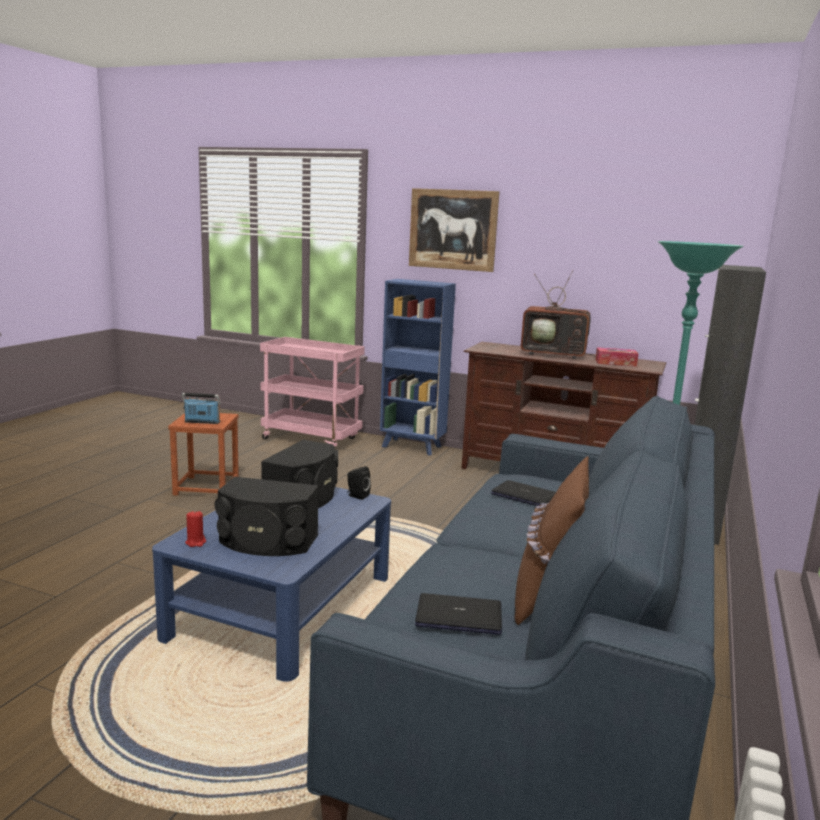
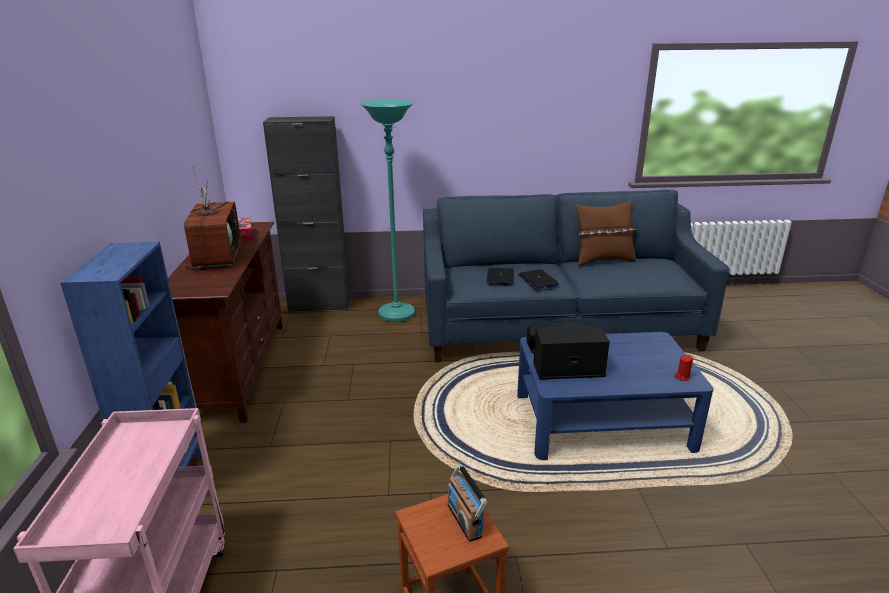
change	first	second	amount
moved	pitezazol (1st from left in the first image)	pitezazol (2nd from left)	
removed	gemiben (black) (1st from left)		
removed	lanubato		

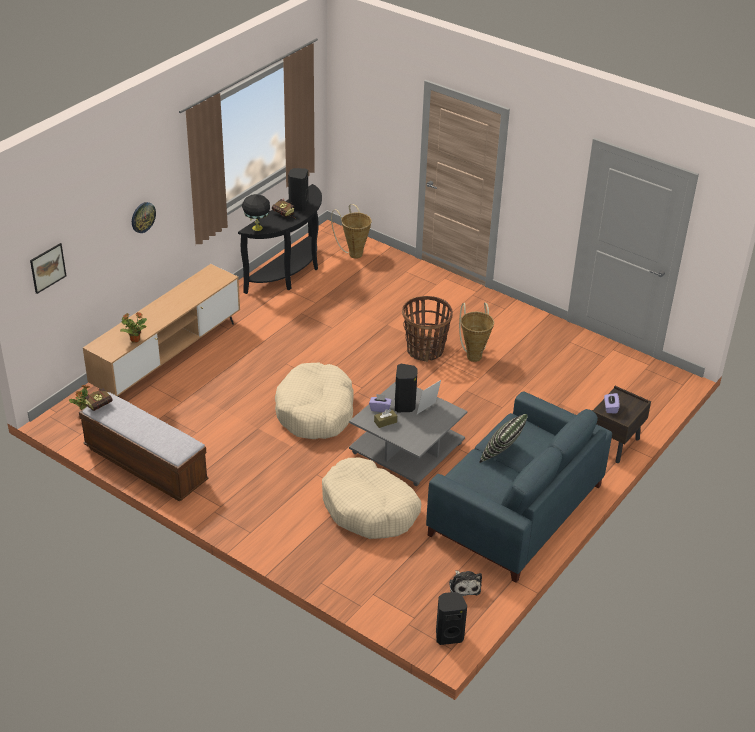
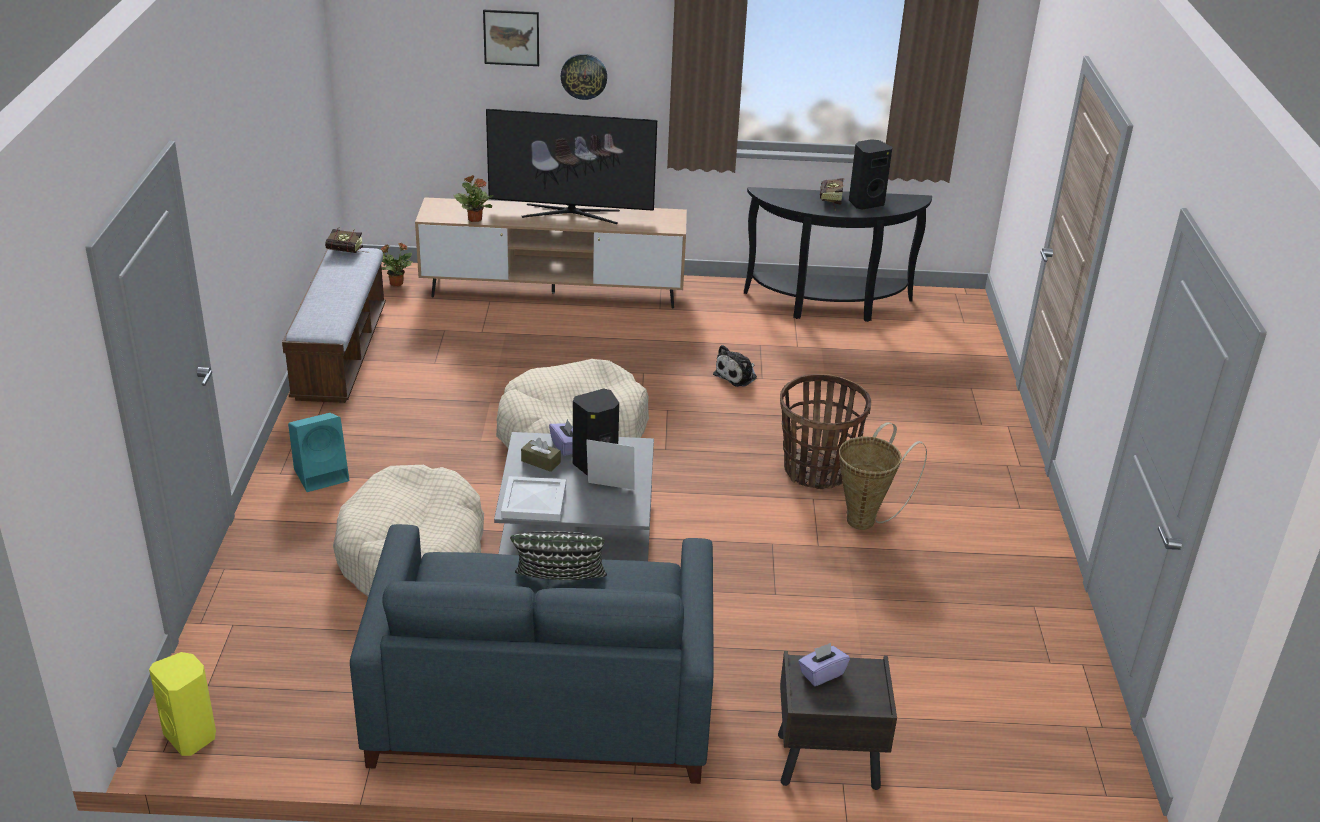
change	first	second	amount
recoloured	gemiben (black) (3rd from left)	gemiben (yellow)	
added		gemiben (turquoise)	
moved	lanubato		
added		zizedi	
added		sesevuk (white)	
moved	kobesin		
removed	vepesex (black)		
removed	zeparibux (1st from left)		

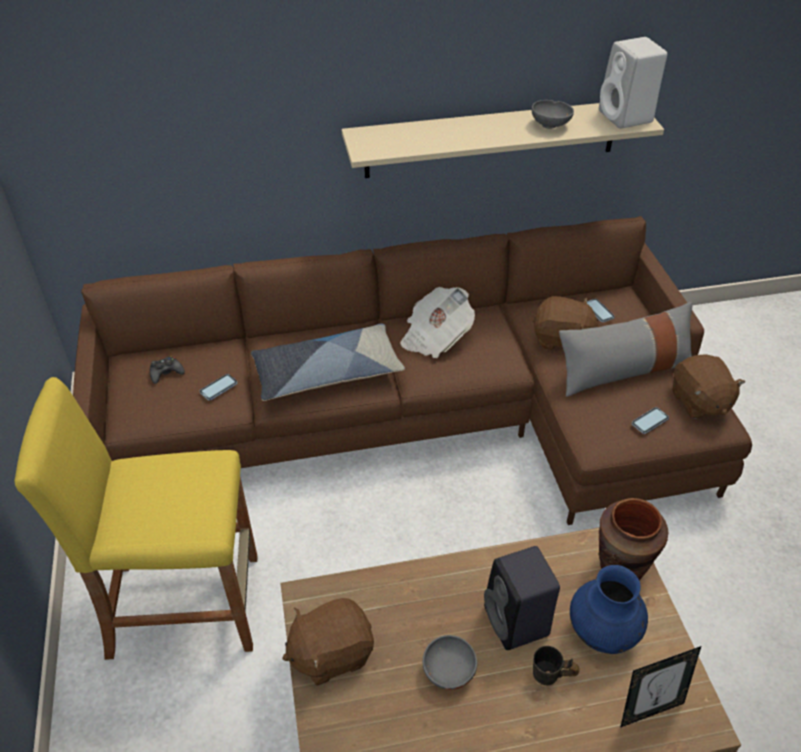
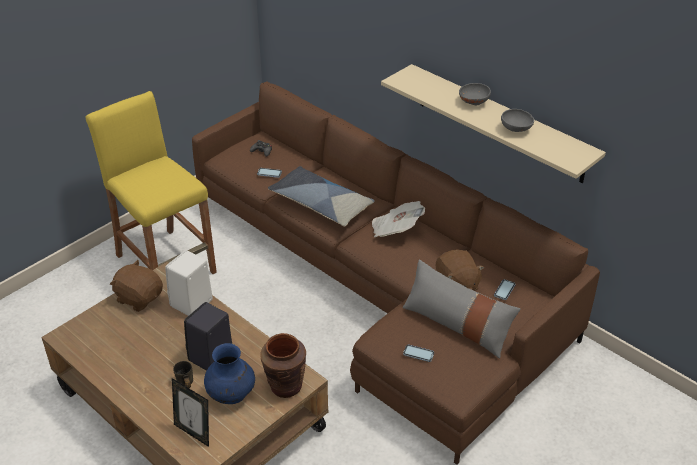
change	first	second	amount
moved	gemiben (white)		
moved	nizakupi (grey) (1st from left)		
removed	kobesin (brown) (3rd from left)		

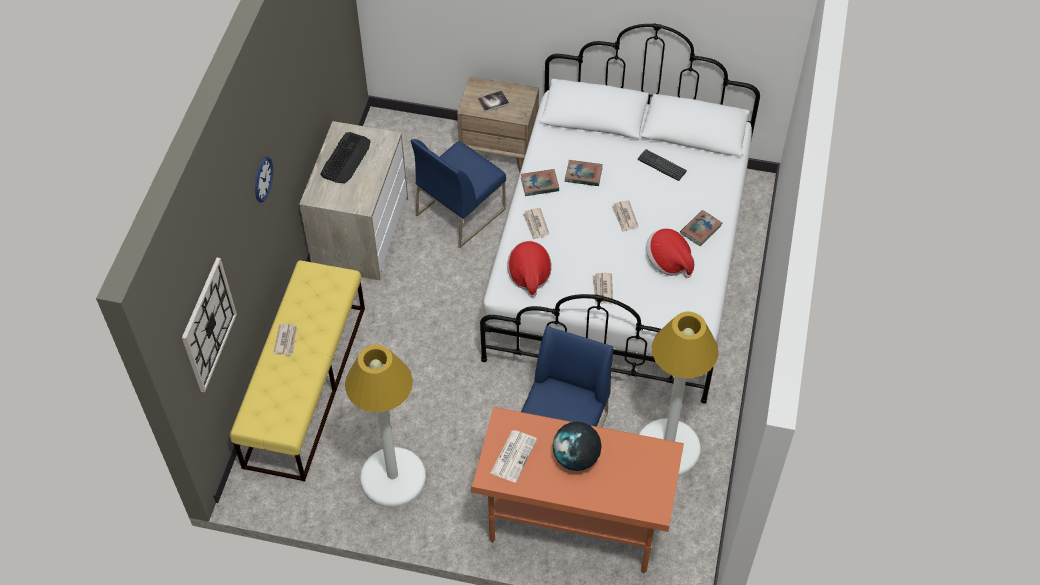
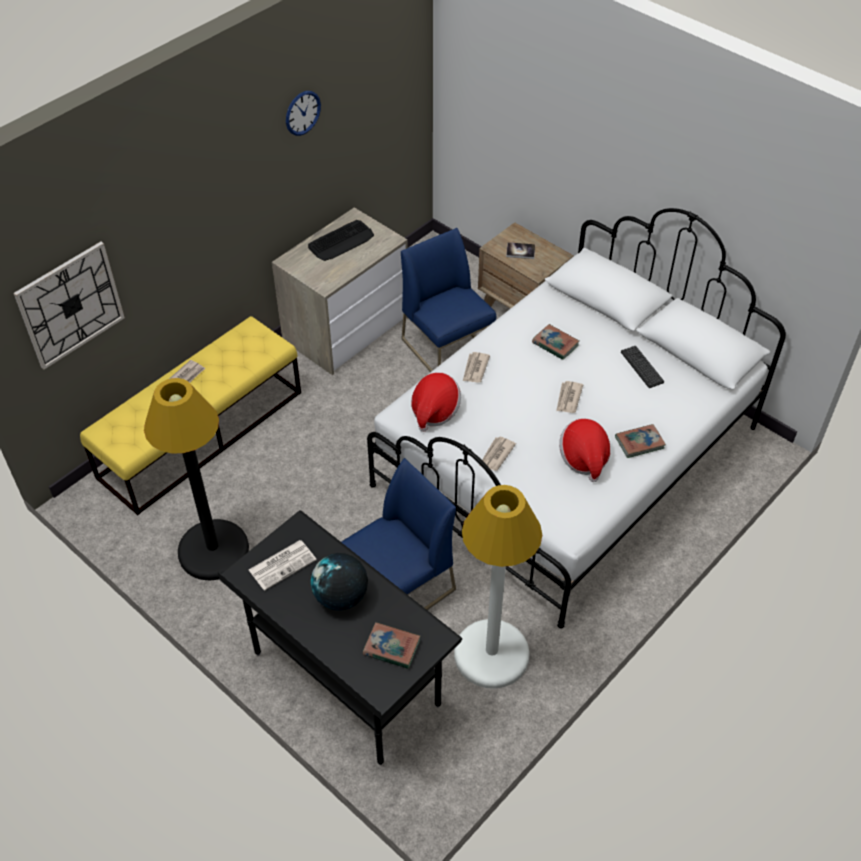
change	first	second	amount
recoloured	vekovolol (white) (1st from left)	vekovolol (black)	
recoloured	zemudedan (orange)	zemudedan (black)	
moved	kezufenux (2nd from left)		
moved	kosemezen (2nd from left in the first image)	kosemezen (1st from left)	
turned	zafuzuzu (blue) (1st from left in the first image)	zafuzuzu (blue) (2nd from left)	75 degrees clockwise

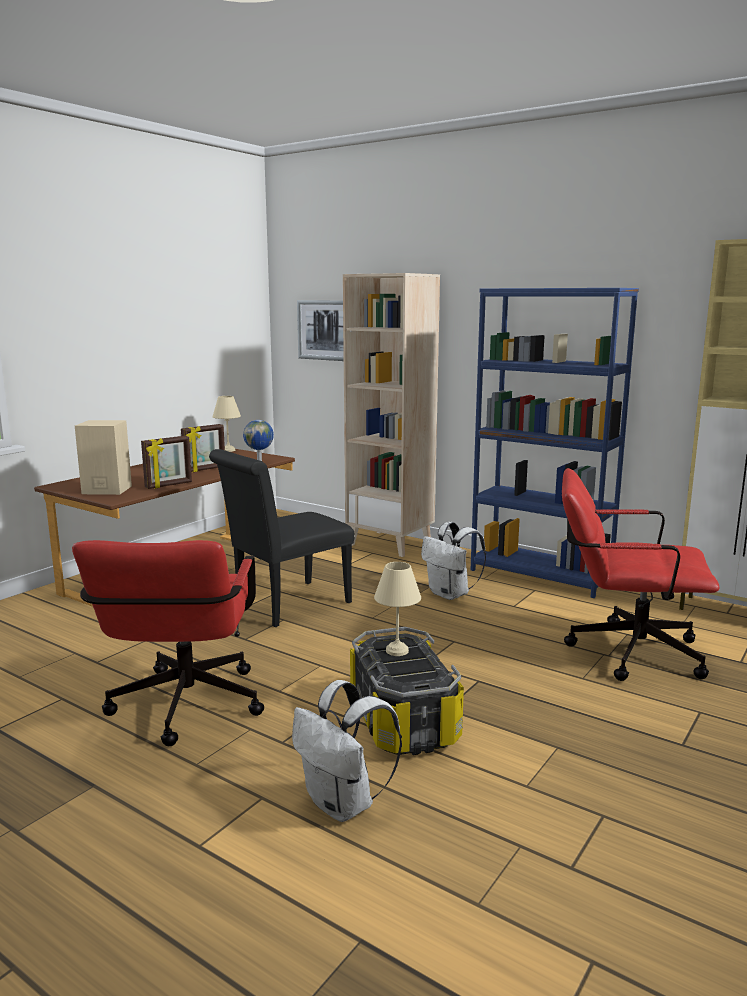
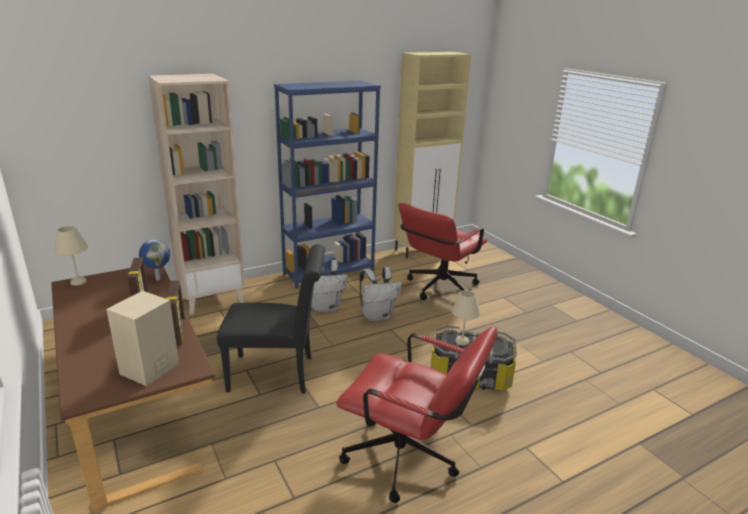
change	first	second	amount
turned	zafuzuzu (black)		75 degrees counterclockwise
moved	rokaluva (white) (1st from left in the first image)	rokaluva (white) (2nd from left)	
removed	lanubato		

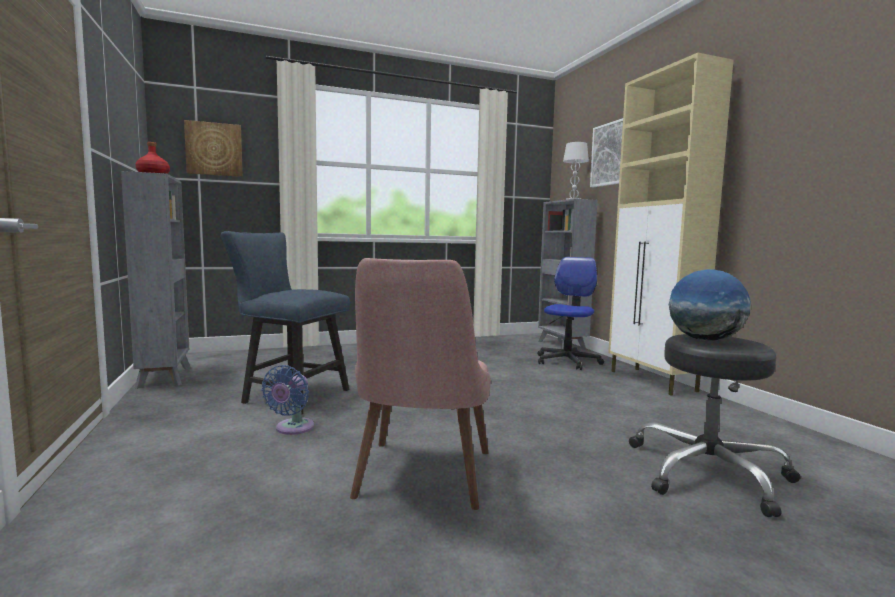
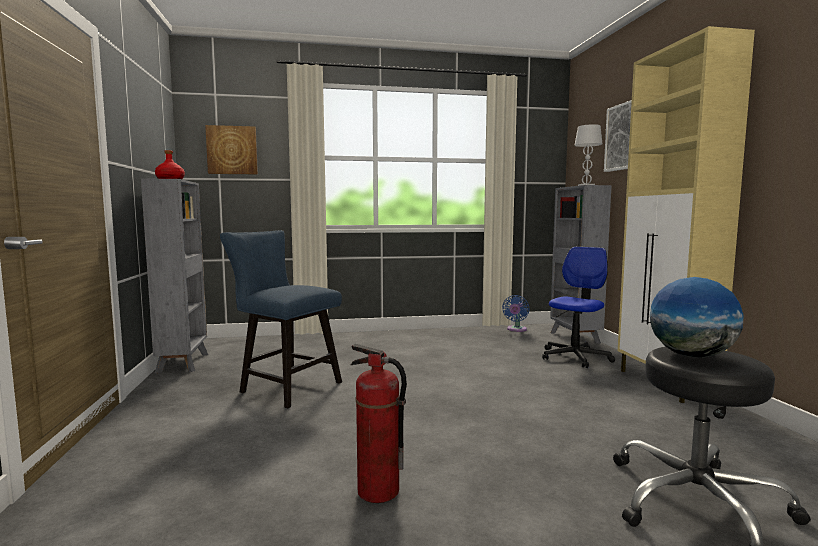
change	first	second	amount
replaced	zafuzuzu (pink)	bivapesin	
moved	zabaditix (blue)		

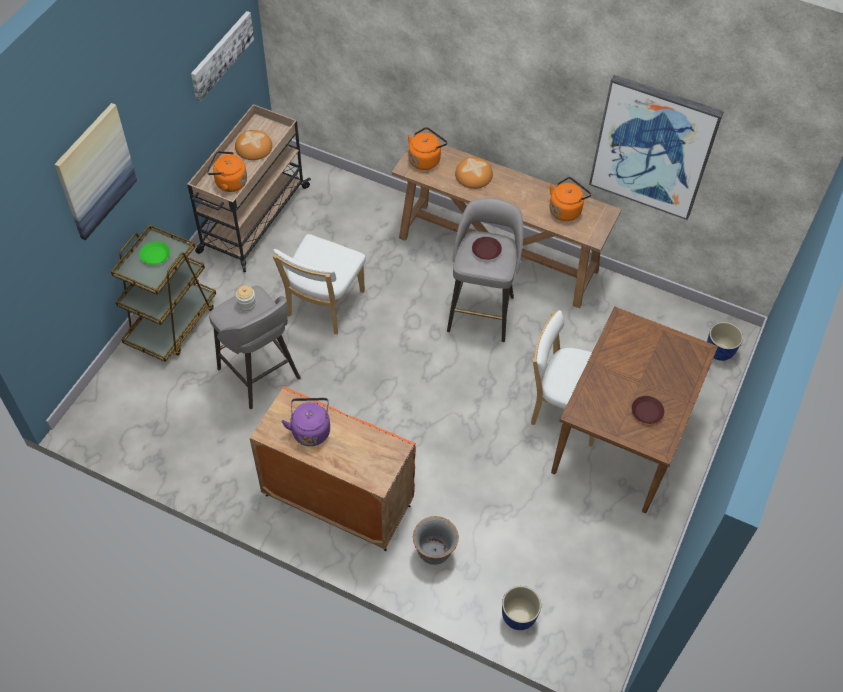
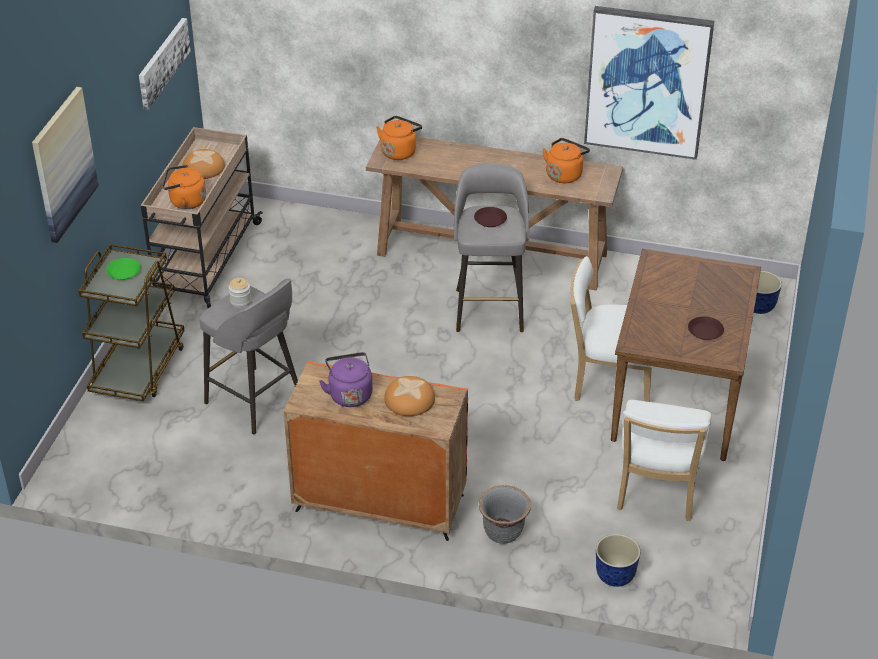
change	first	second	amount
moved	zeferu (2nd from left)		
moved	zafuzuzu (white) (1st from left in the first image)	zafuzuzu (white) (2nd from left)	

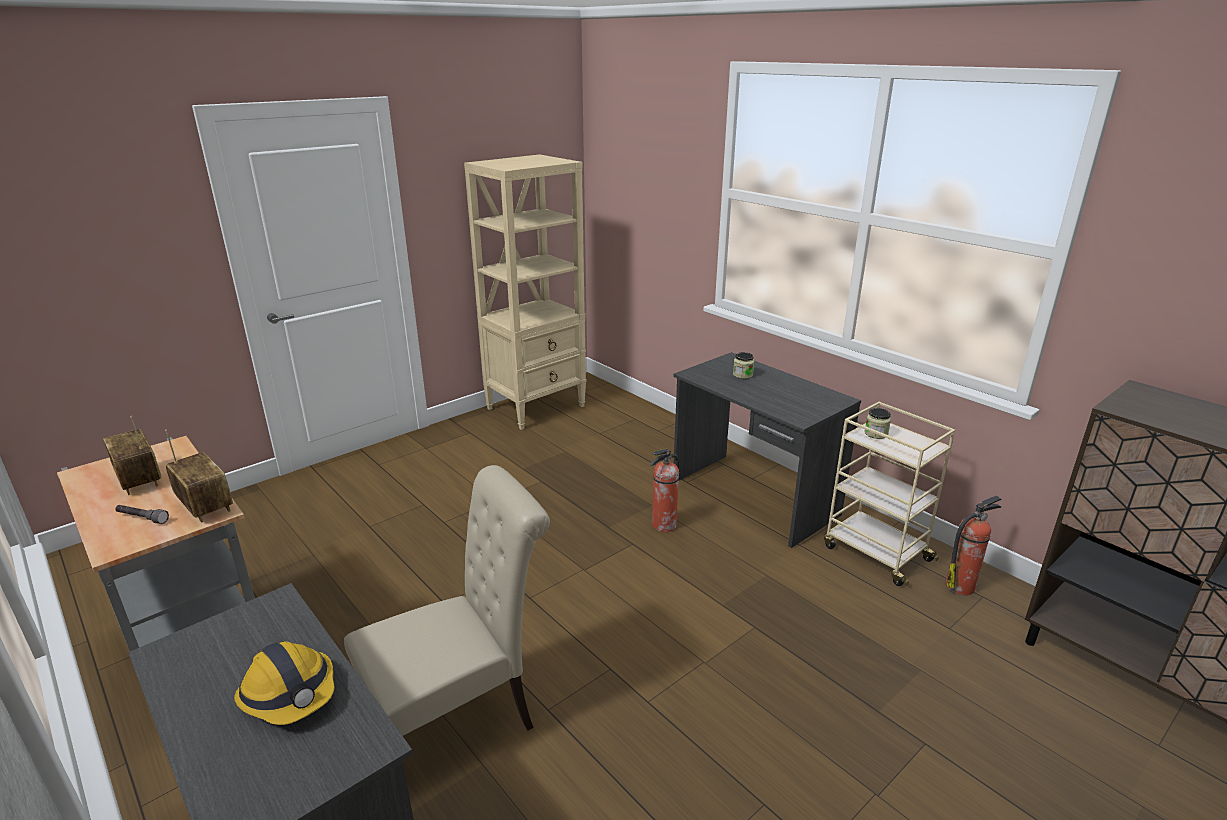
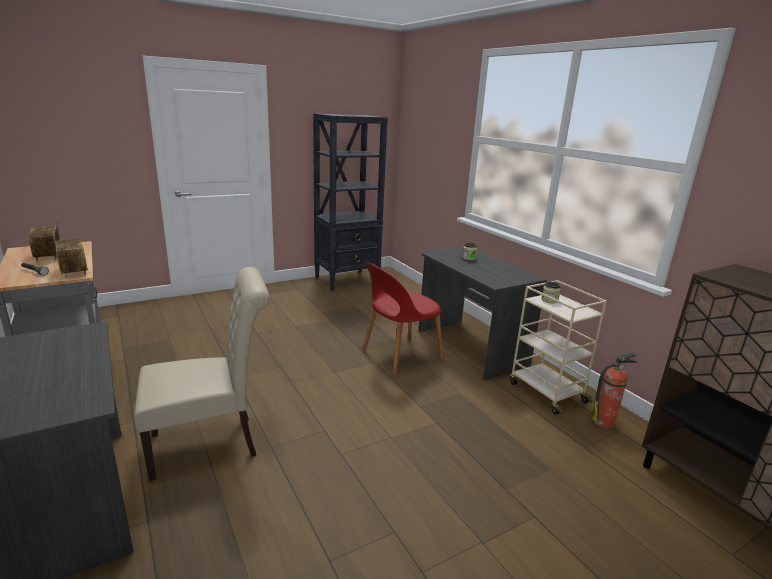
change	first	second	amount
recoloured	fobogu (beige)	fobogu (black)	
replaced	bivapesin (1st from left)	zafuzuzu (red)	
removed	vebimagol		

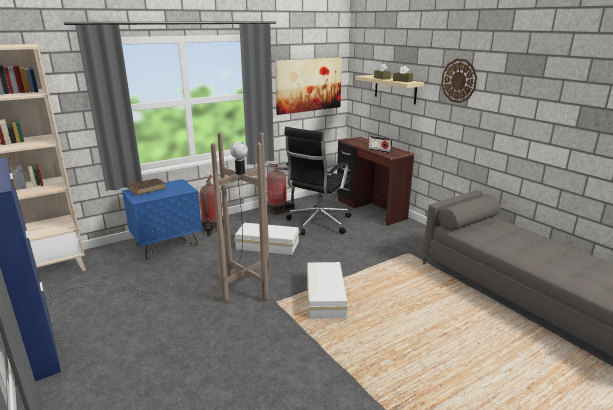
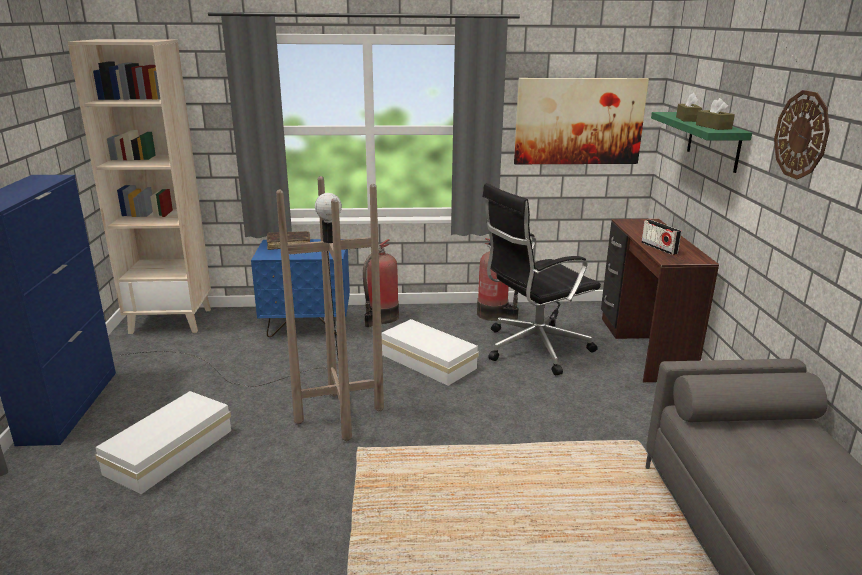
change	first	second	amount
moved	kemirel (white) (2nd from left in the first image)	kemirel (white) (1st from left)	
recoloured	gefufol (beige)	gefufol (green)	

